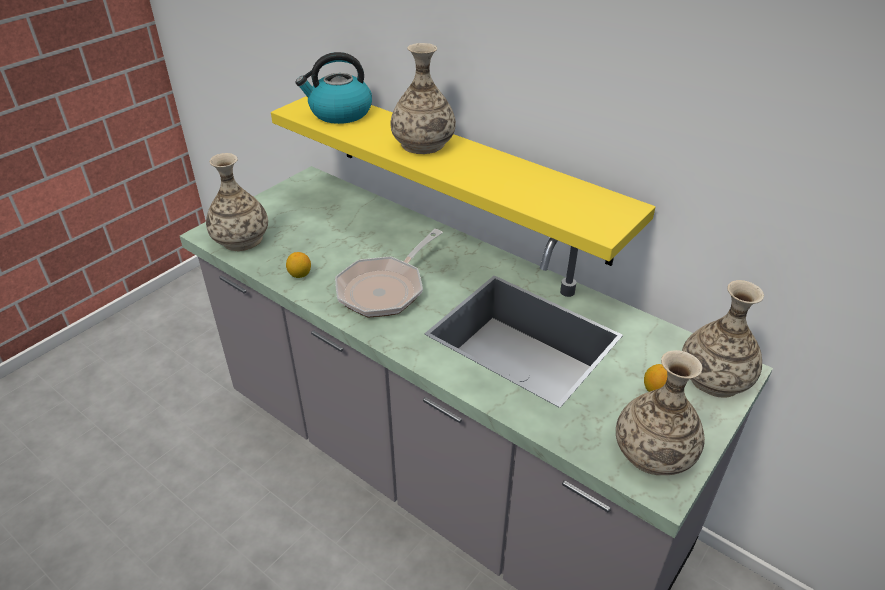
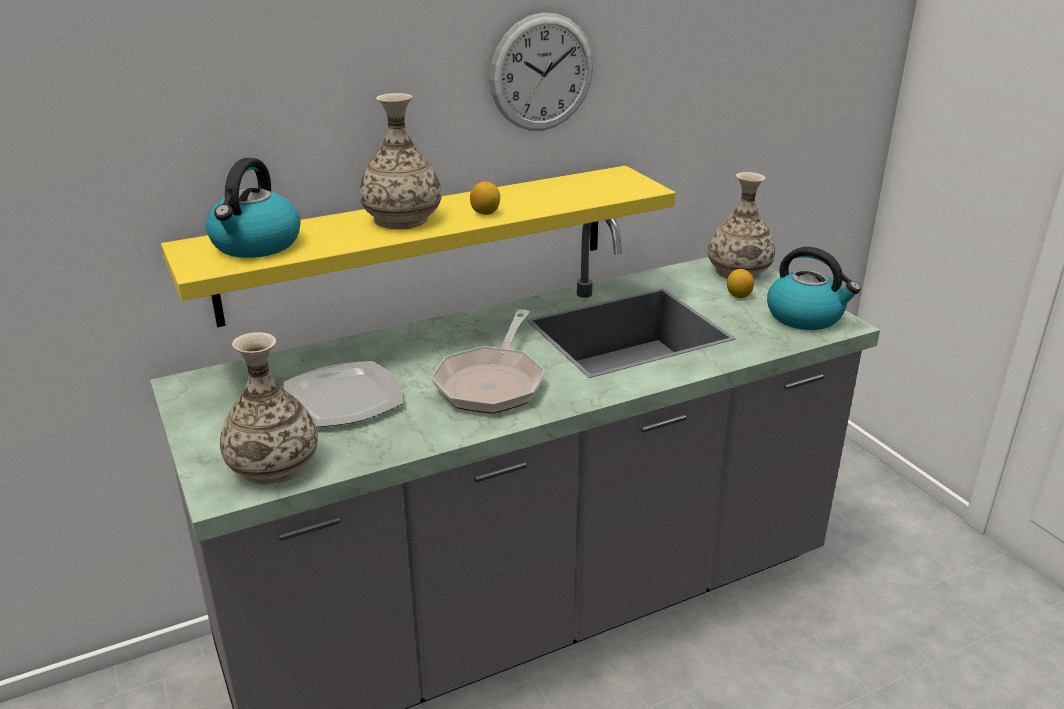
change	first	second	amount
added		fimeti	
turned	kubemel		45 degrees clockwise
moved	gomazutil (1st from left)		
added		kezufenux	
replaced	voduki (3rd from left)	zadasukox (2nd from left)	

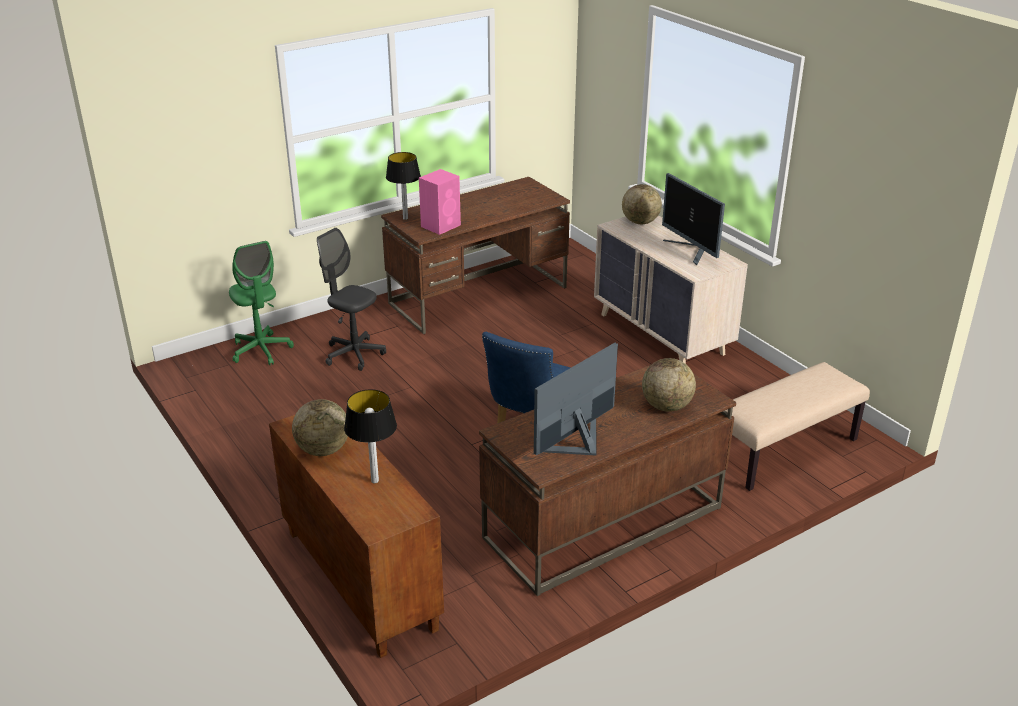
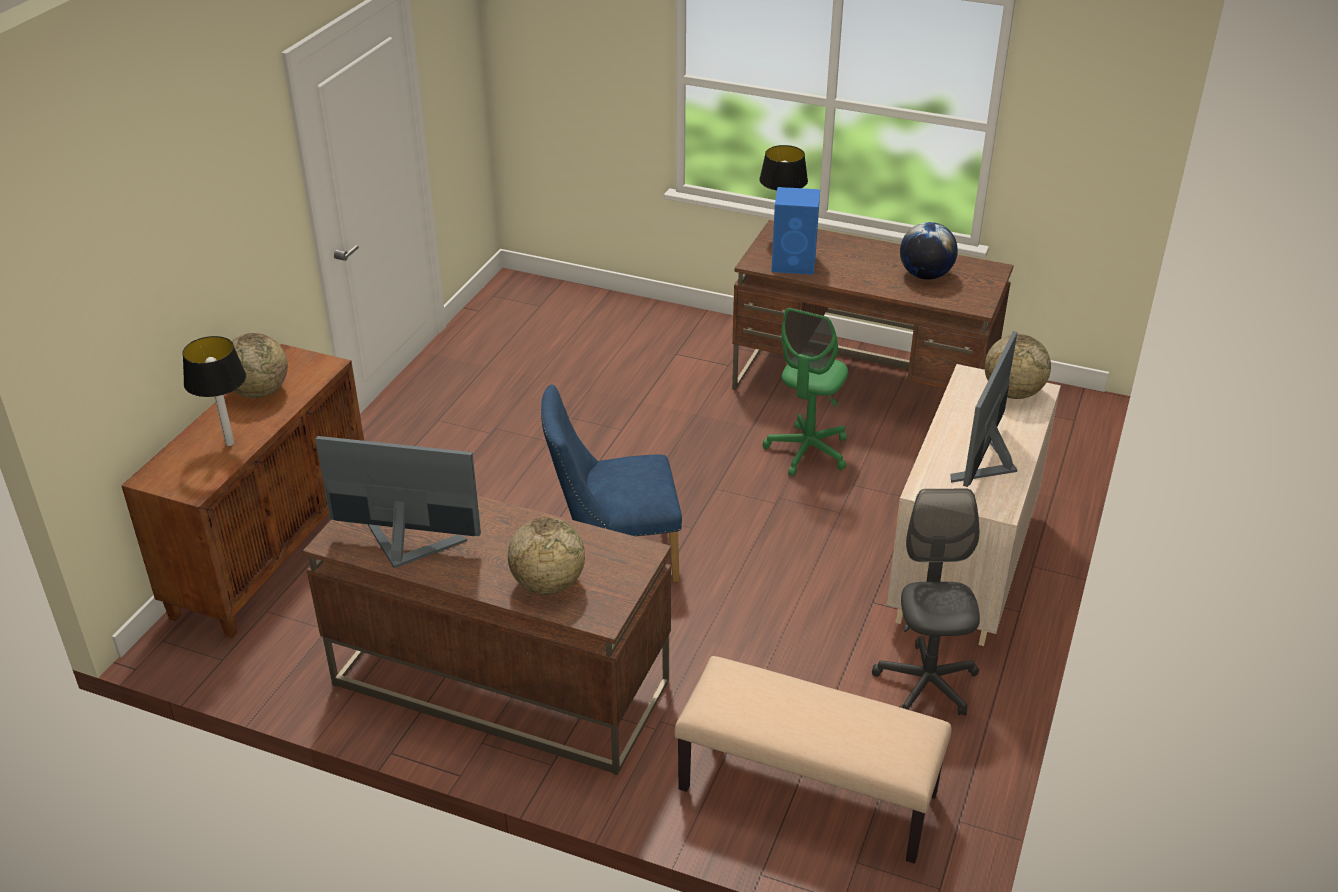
change	first	second	amount
moved	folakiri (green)		
recoloured	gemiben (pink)	gemiben (blue)	
moved	folakiri (grey)		
added		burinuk (3rd from left)	

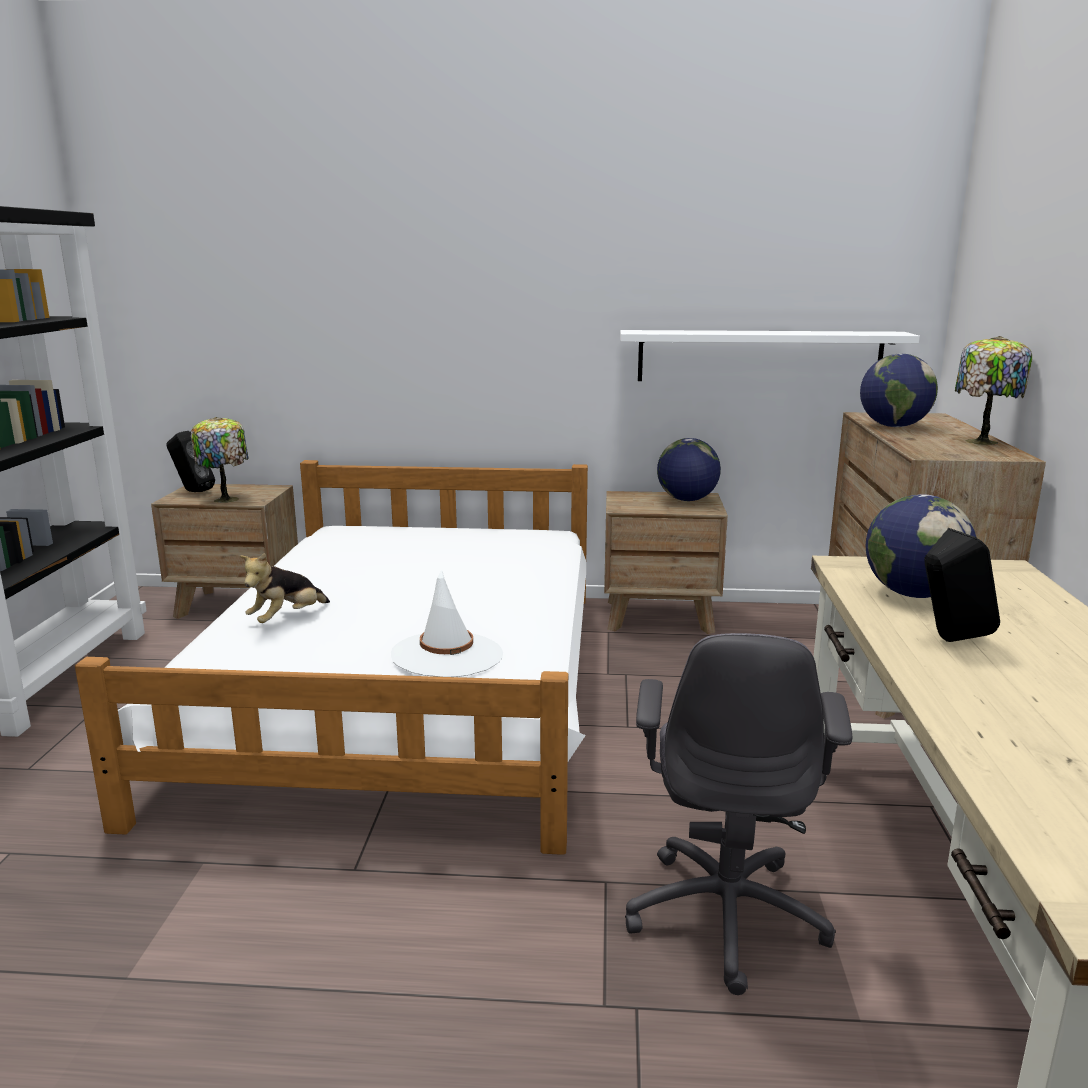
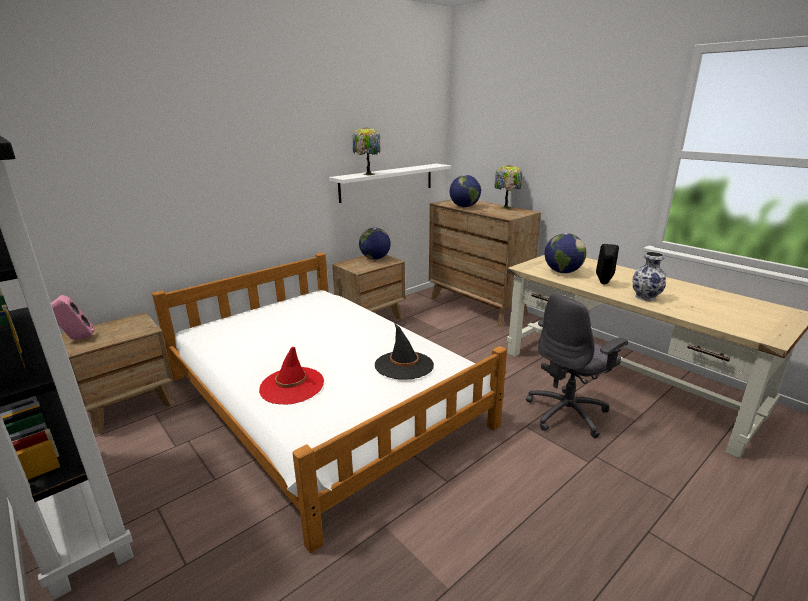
change	first	second	amount
recoloured	gemiben (black) (1st from left)	gemiben (pink)	
replaced	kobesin	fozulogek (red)	
moved	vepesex (1st from left)		
recoloured	fozulogek (white)	fozulogek (black)	
turned	folakiri (grey)		90 degrees clockwise
added		voduki	

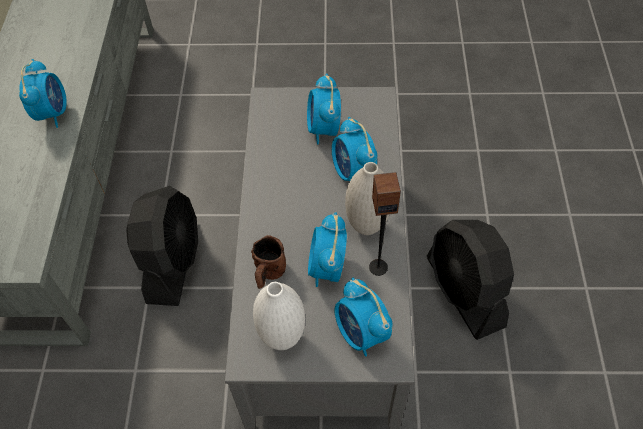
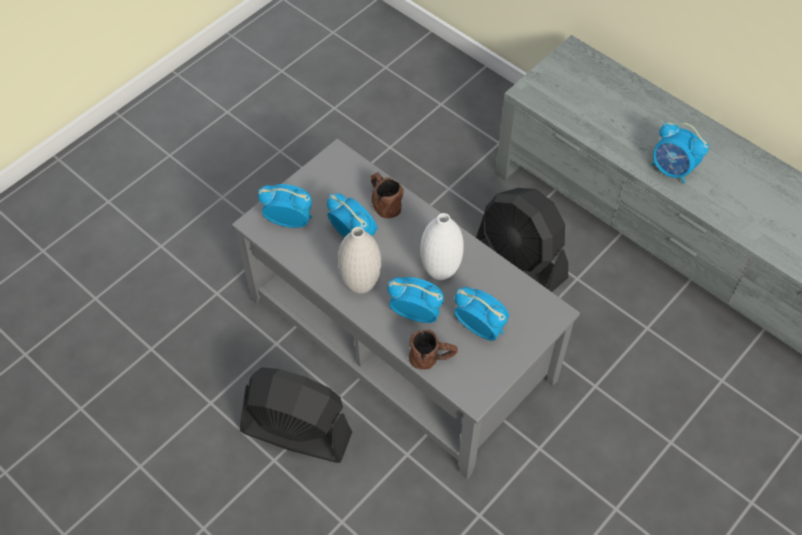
change	first	second	amount
added		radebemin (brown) (2nd from left)	
moved	voduki (white) (1st from left in the first image)	voduki (white) (2nd from left)	
removed	gemiben		

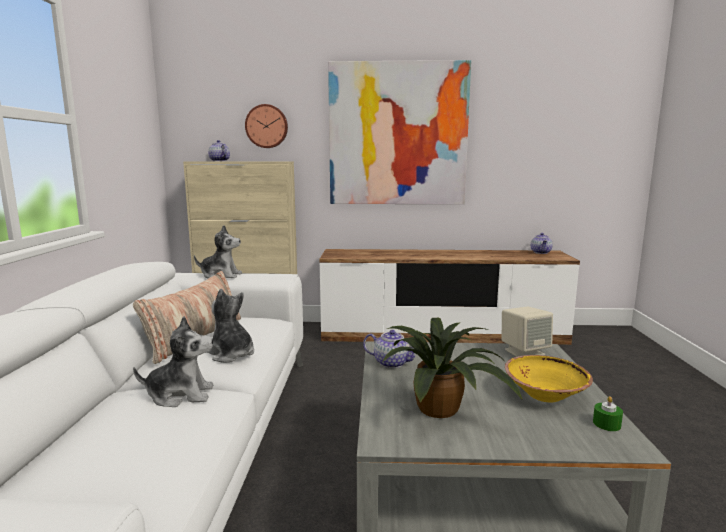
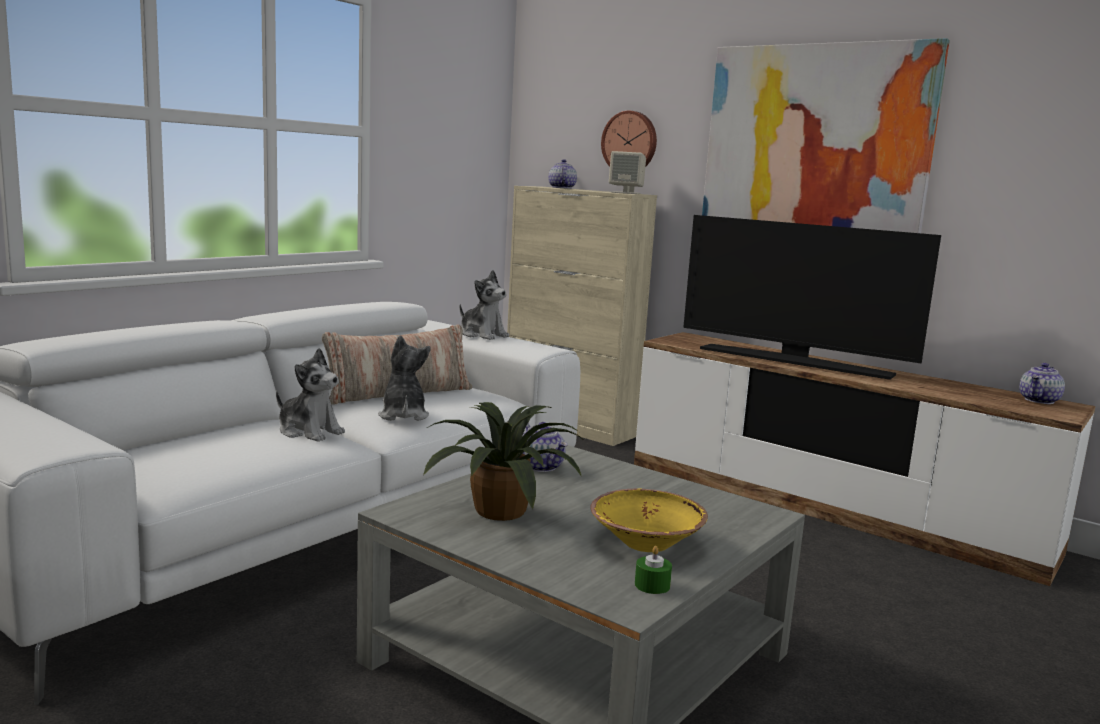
change	first	second	amount
moved	gemiben (beige)		
added		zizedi	

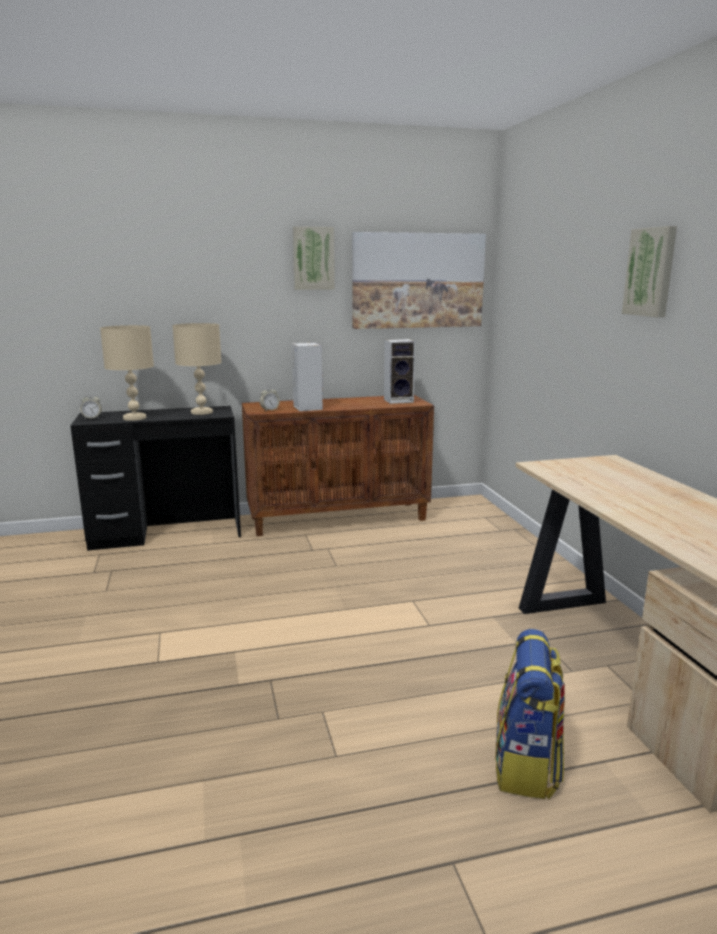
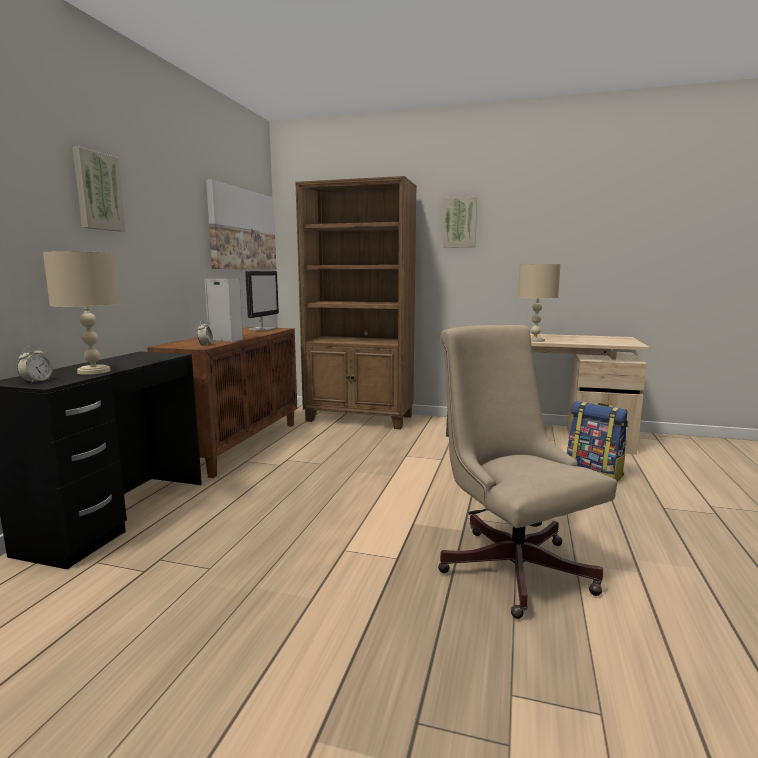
change	first	second	amount
moved	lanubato (1st from left)		
replaced	gemiben (2nd from left)	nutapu	
added		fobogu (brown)	
added		folakiri (beige)	
moved	vepesex (beige) (2nd from left)		

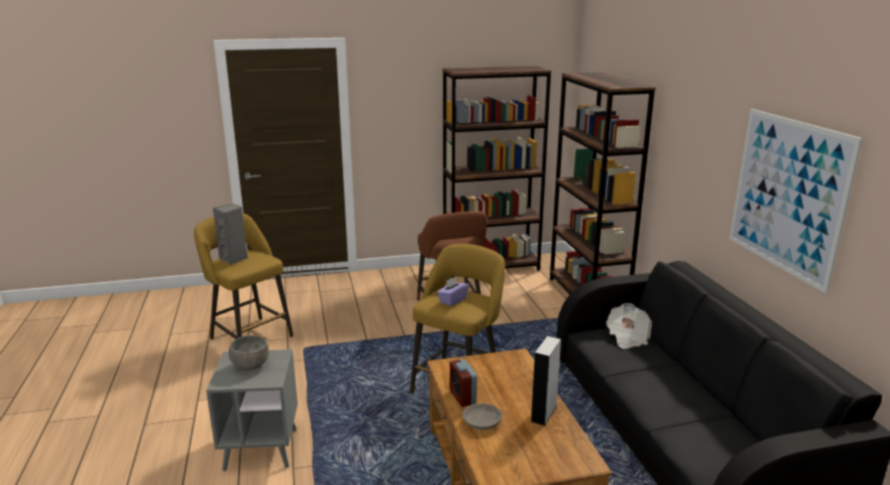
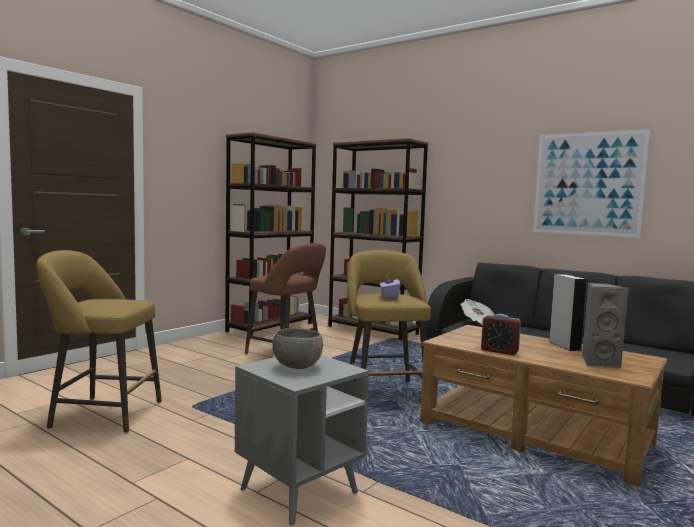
change	first	second	amount
moved	gemiben (grey) (1st from left in the first image)	gemiben (grey) (2nd from left)	
removed	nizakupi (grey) (2nd from left)		

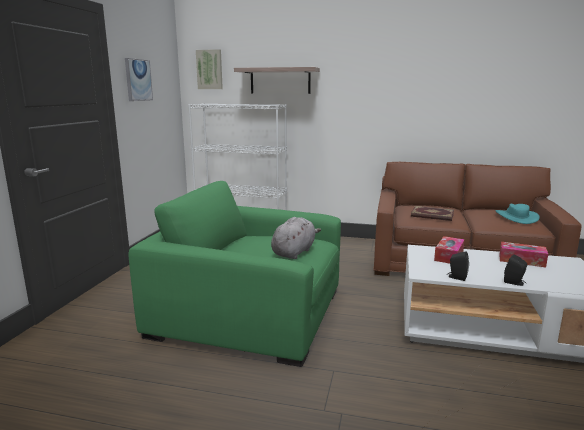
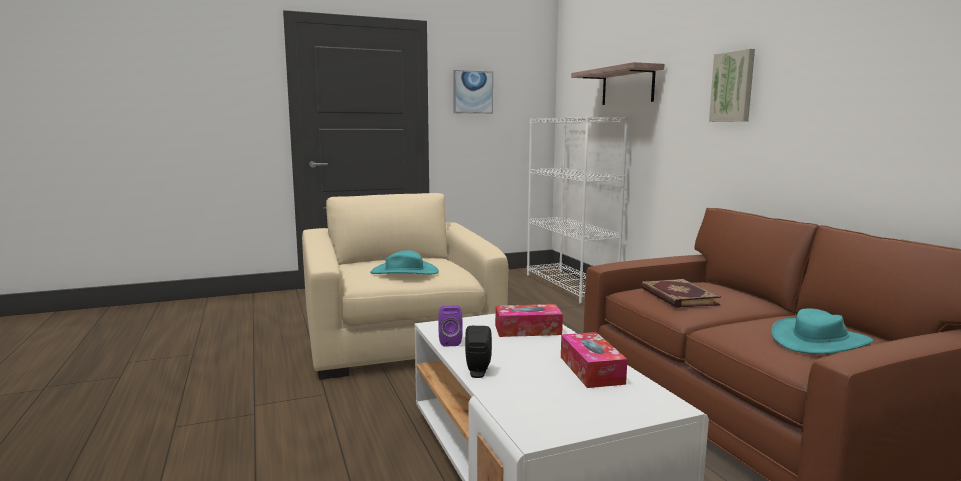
change	first	second	amount
recoloured	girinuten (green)	girinuten (beige)	
replaced	kobesin (grey)	fozulogek (turquoise) (1st from left)	
recoloured	gemiben (black) (1st from left)	gemiben (purple)	
moved	lanubato (2nd from left)		

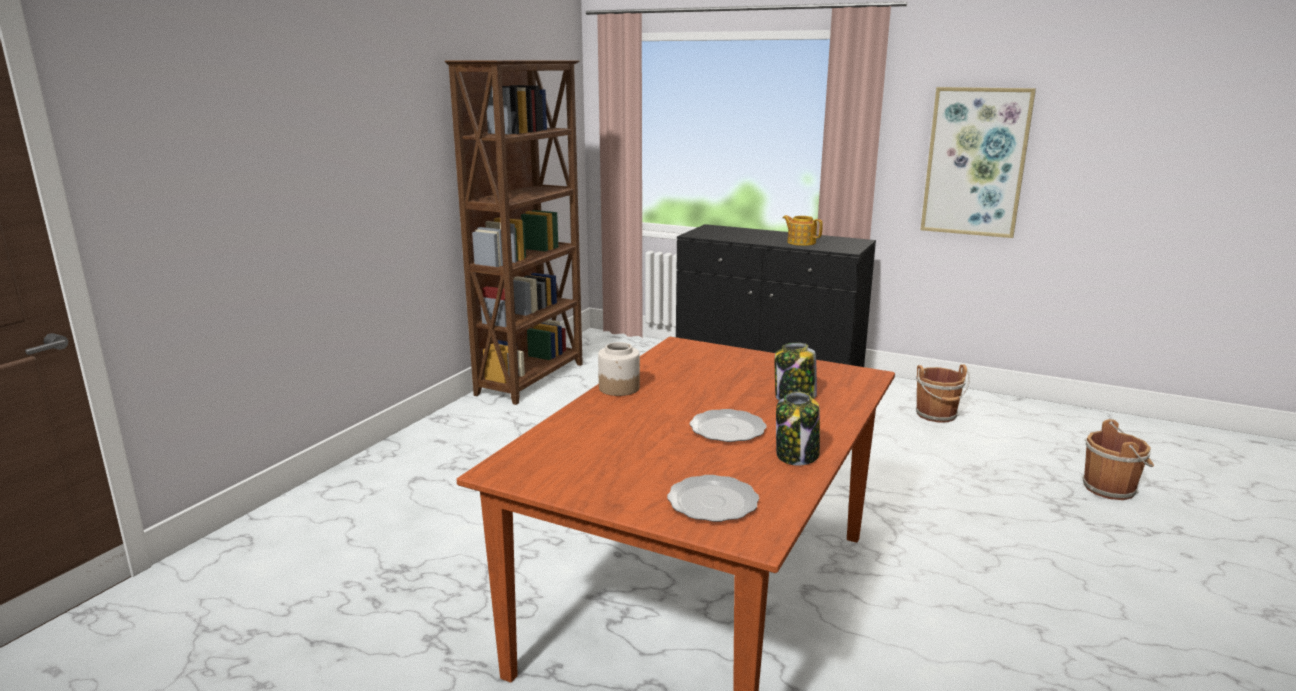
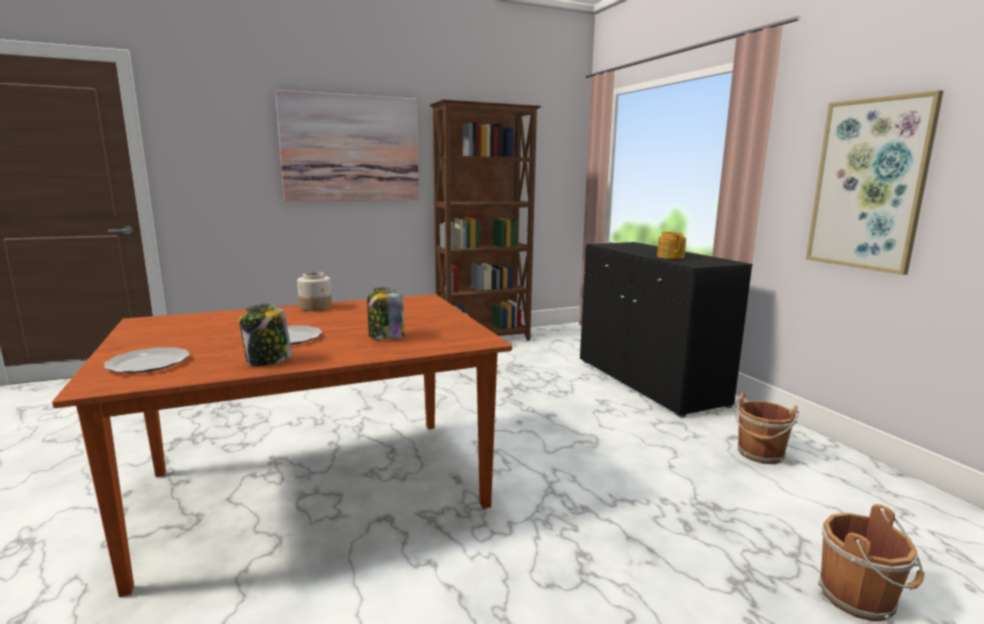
change	first	second	amount
added		lanubato (1st from left)	

